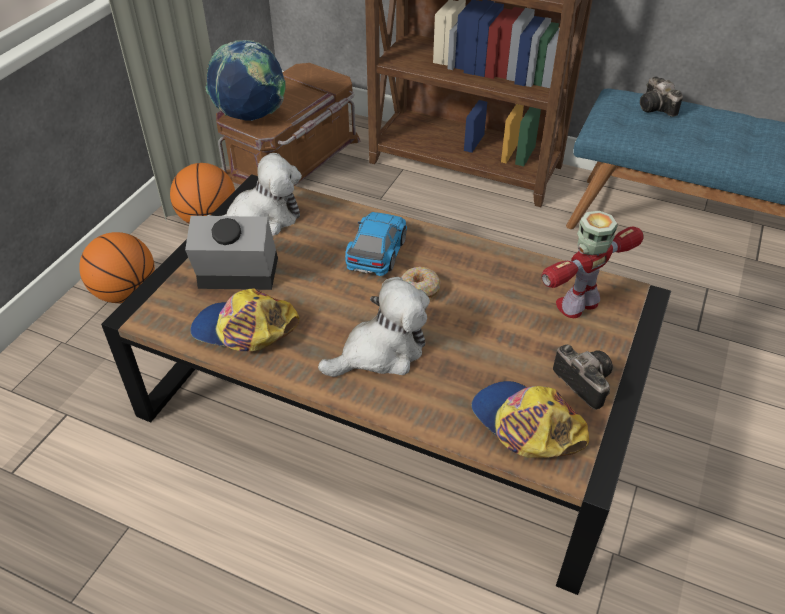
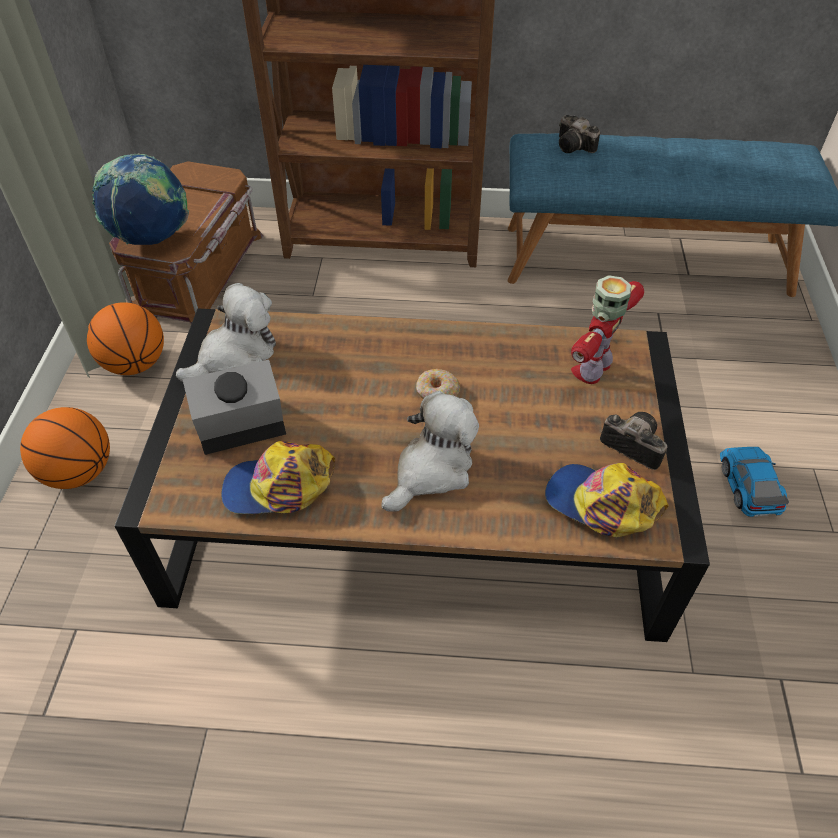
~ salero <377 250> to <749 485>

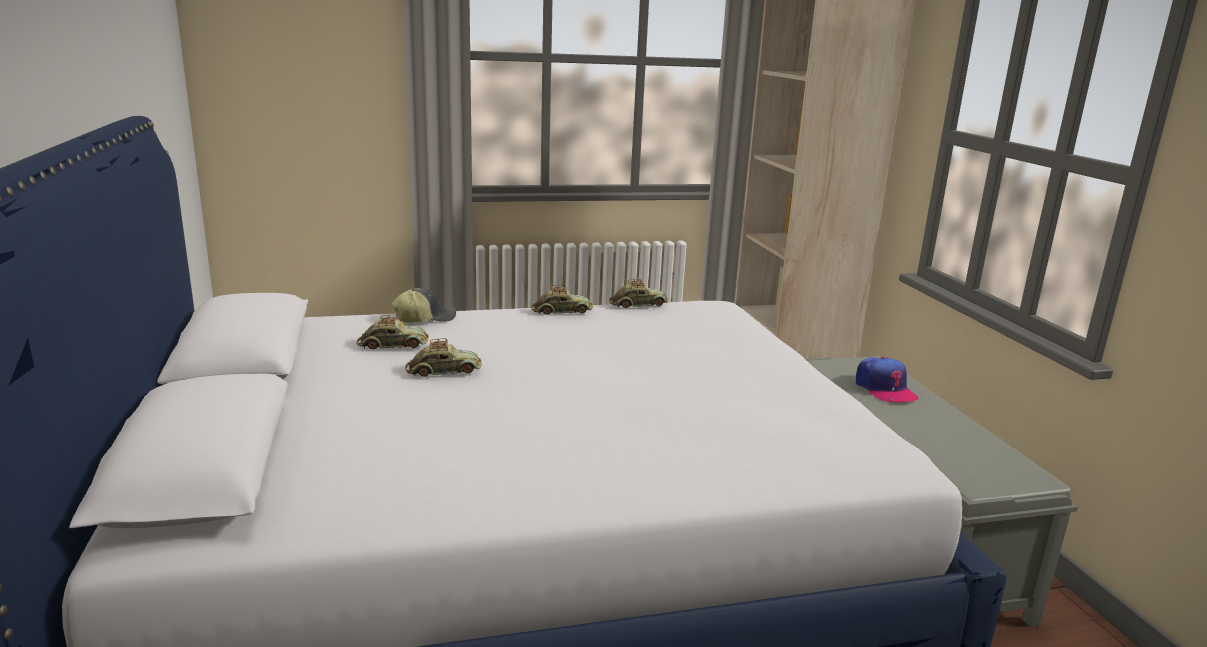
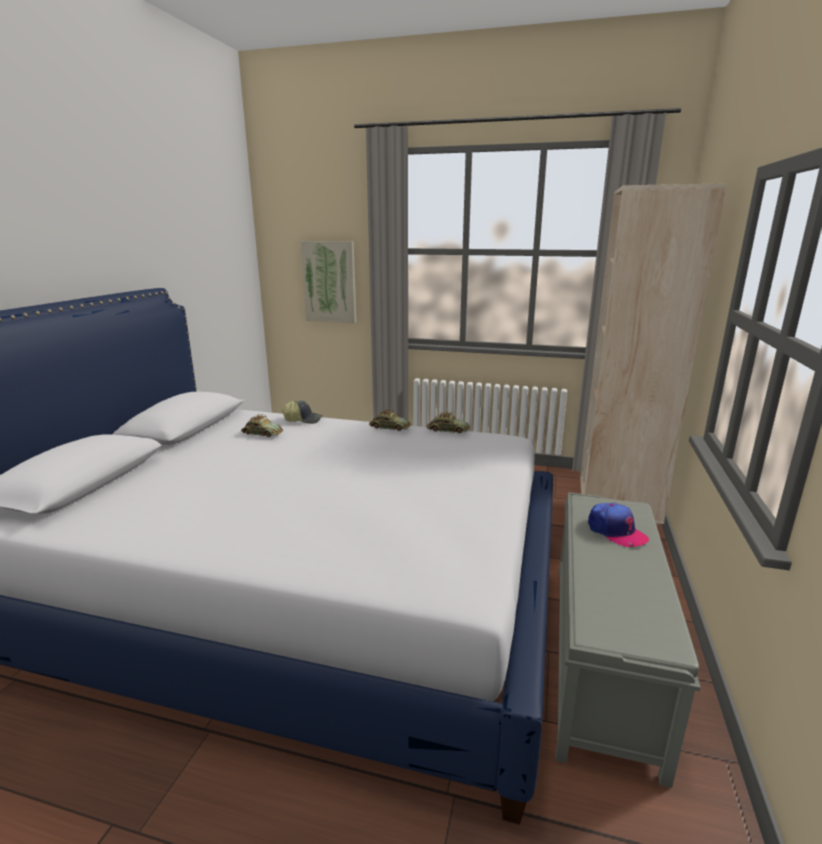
+ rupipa <329 282>
~ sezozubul <884 389> = <616 531> 45 degrees counterclockwise
- salero <444 371>

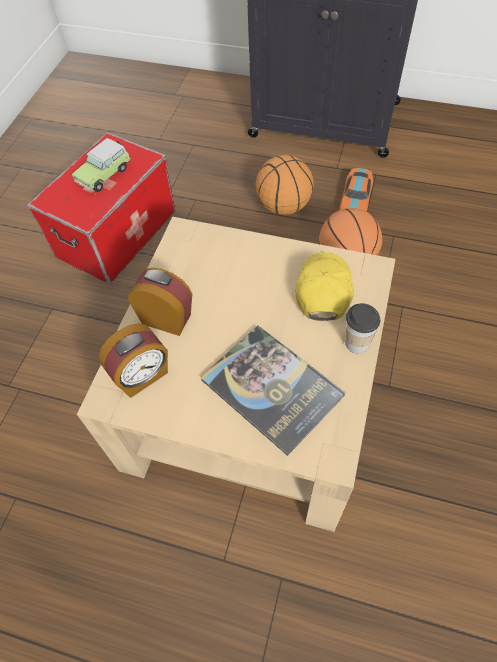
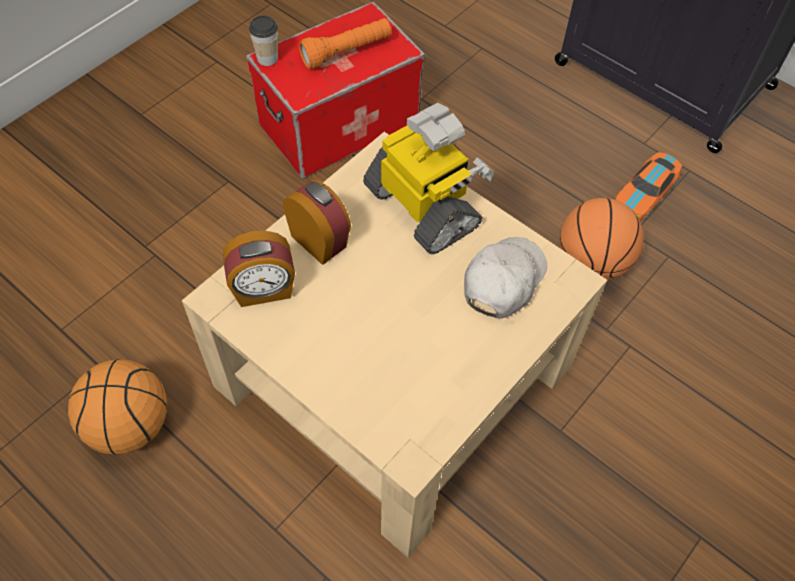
~ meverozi <283 206> to <129 424>
~ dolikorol <356 343> to <267 58>
~ salero <106 174> to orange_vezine <346 52>
+ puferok <424 207>
~ yellow_sezozubul <323 290> to white_sezozubul <503 281>
- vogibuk <271 388>

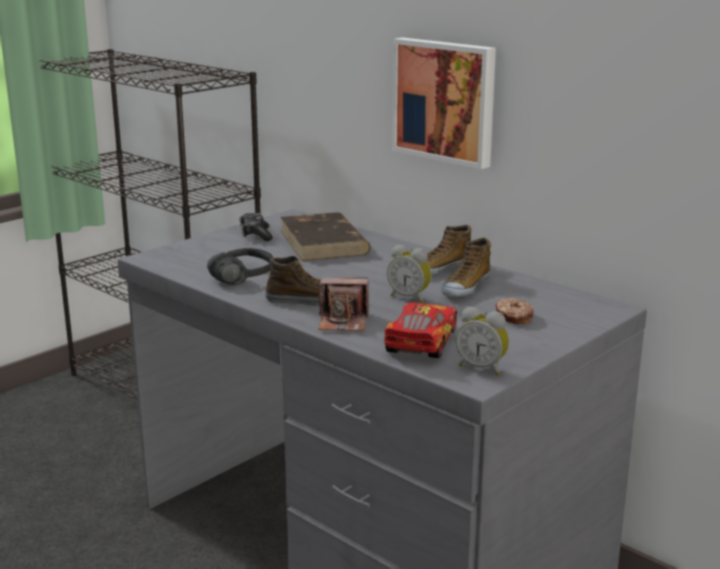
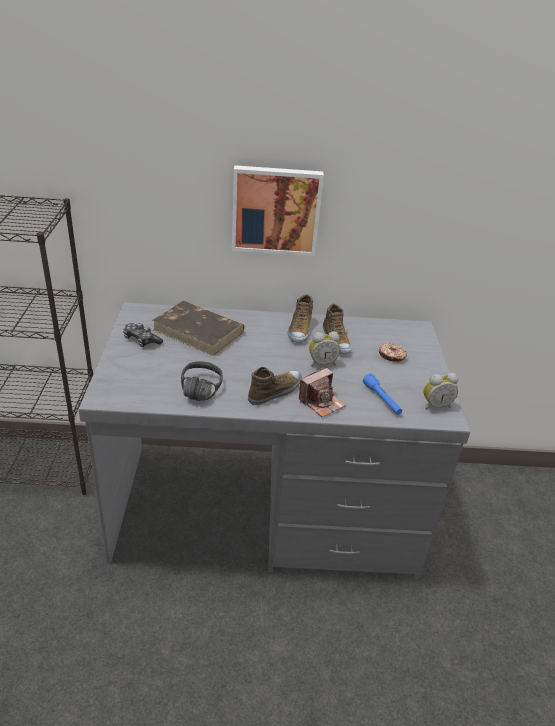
~ salero <420 342> to blue_vezine <382 399>

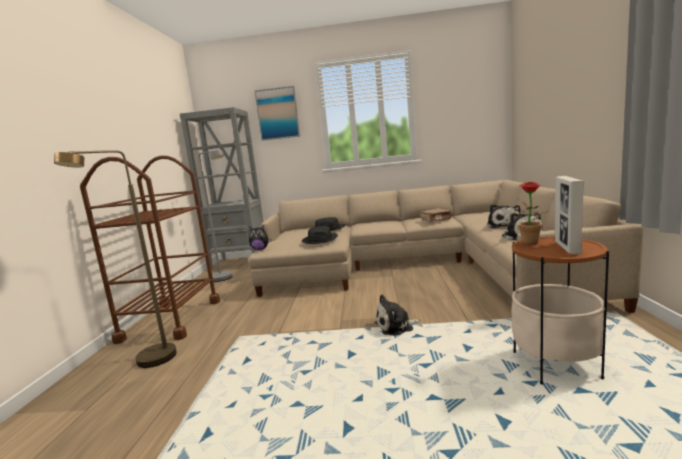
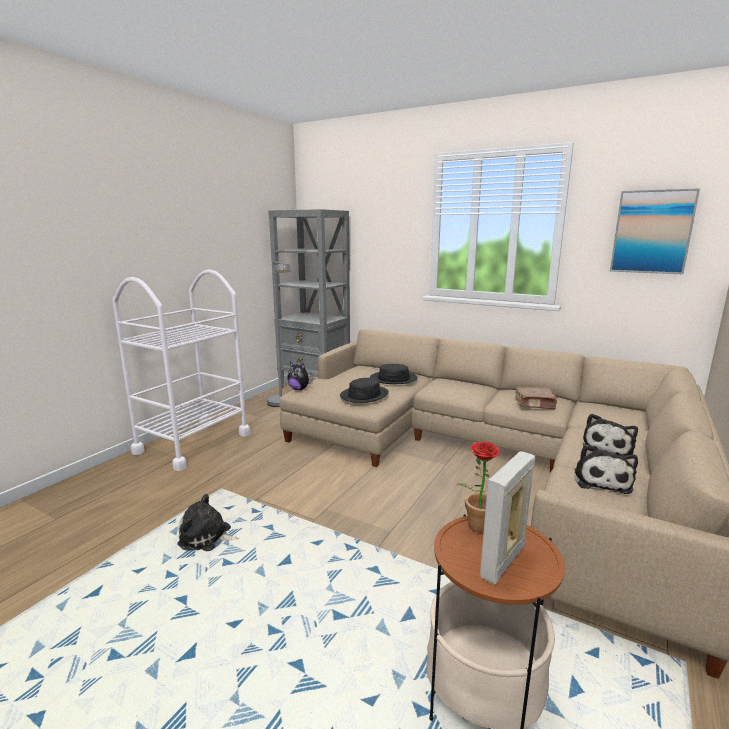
~ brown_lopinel <172 320> to white_lopinel <193 443>
~ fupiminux <396 326> to <208 537>
~ rupipa <277 113> to <652 232>
- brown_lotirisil <149 363>

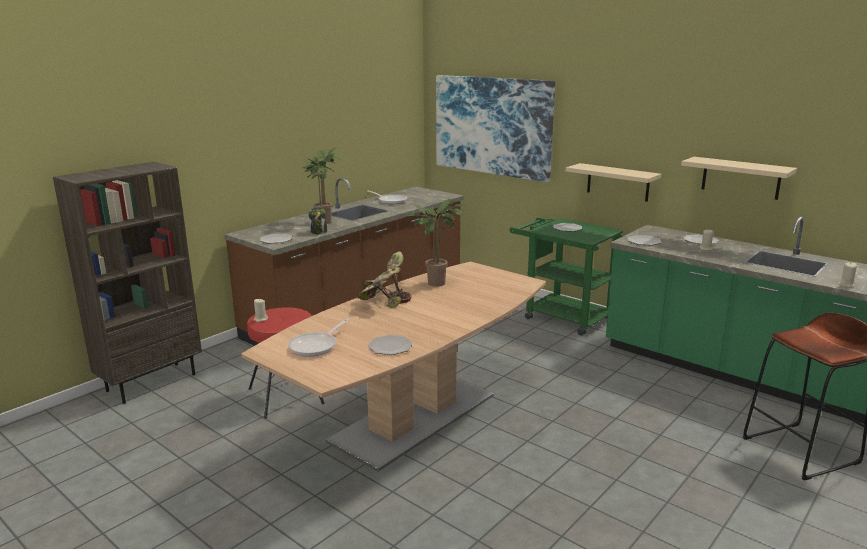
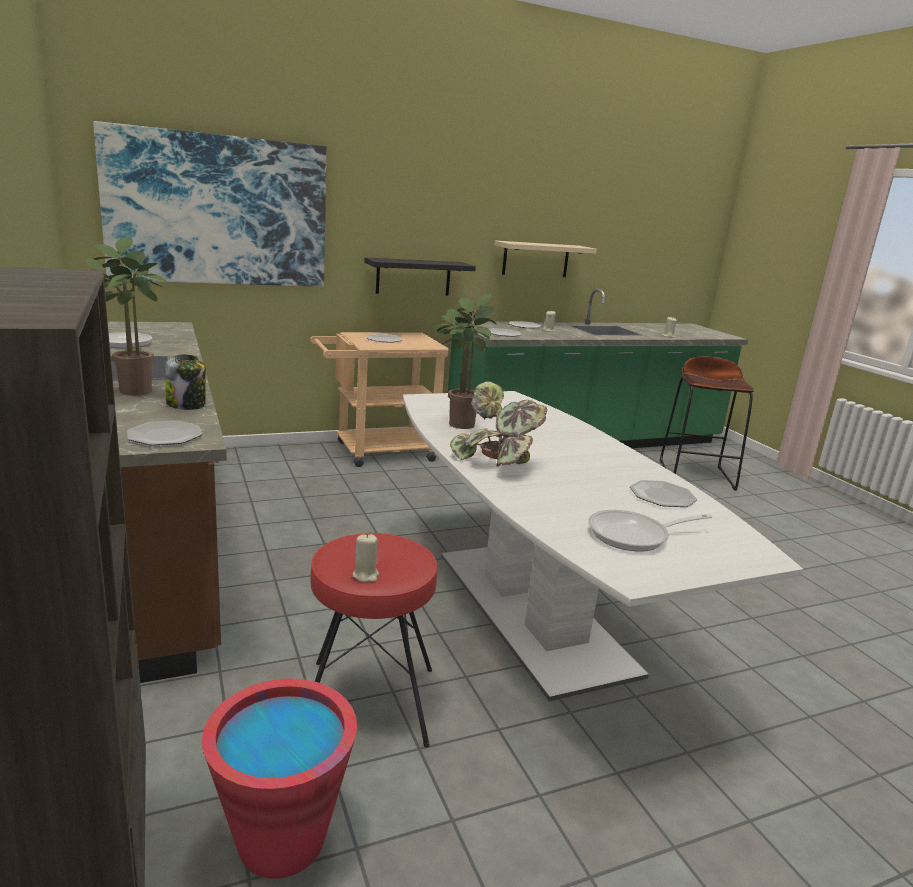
+ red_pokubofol <282 839>
~ green_lopinel <561 316> to beige_lopinel <376 452>
~ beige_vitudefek <618 182> to black_vitudefek <413 277>
~ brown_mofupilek <413 418> to white_mofupilek <531 610>
~ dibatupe <316 346> = <634 536> 105 degrees clockwise

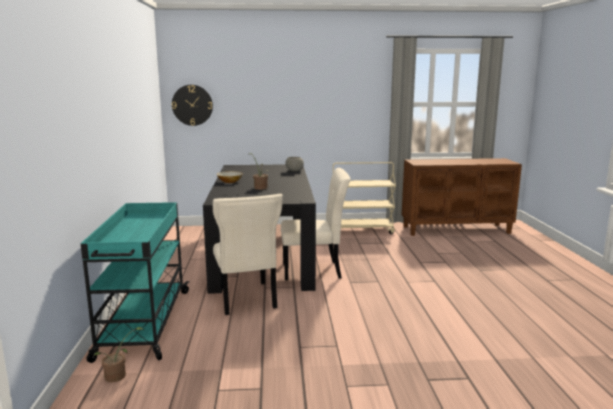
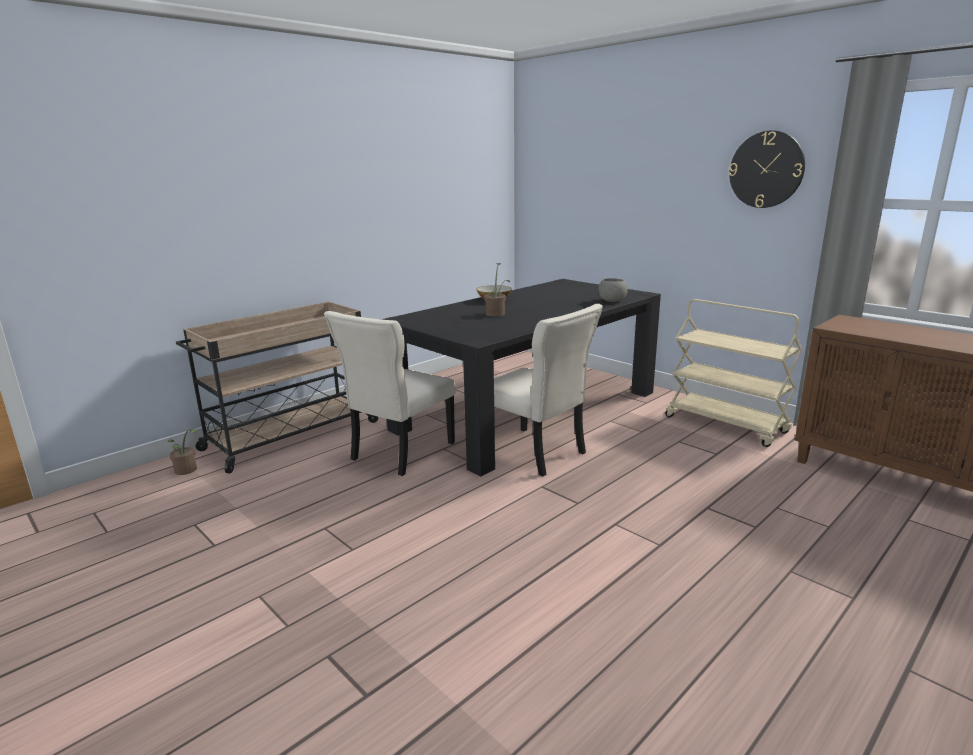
~ turquoise_lopinel <144 324> to beige_lopinel <289 436>
~ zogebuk <192 105> to <766 169>

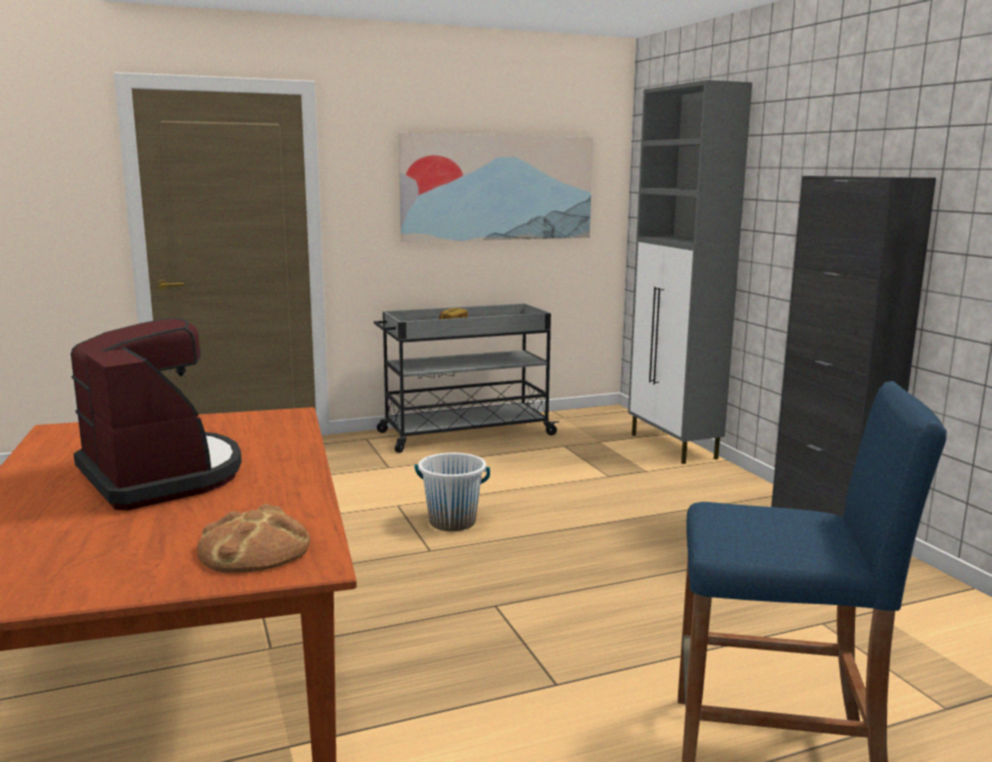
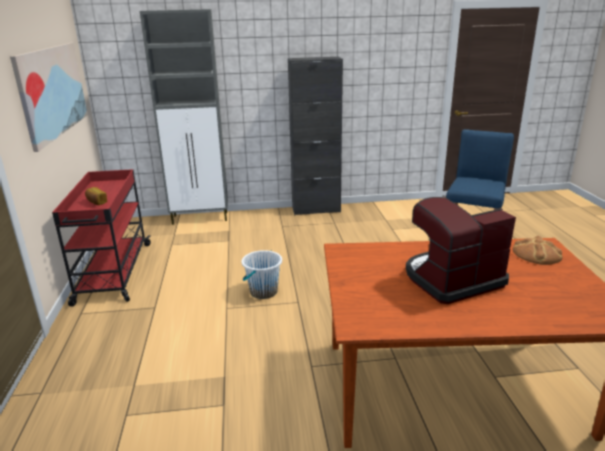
~ grey_lopinel <464 433> to red_lopinel <113 273>

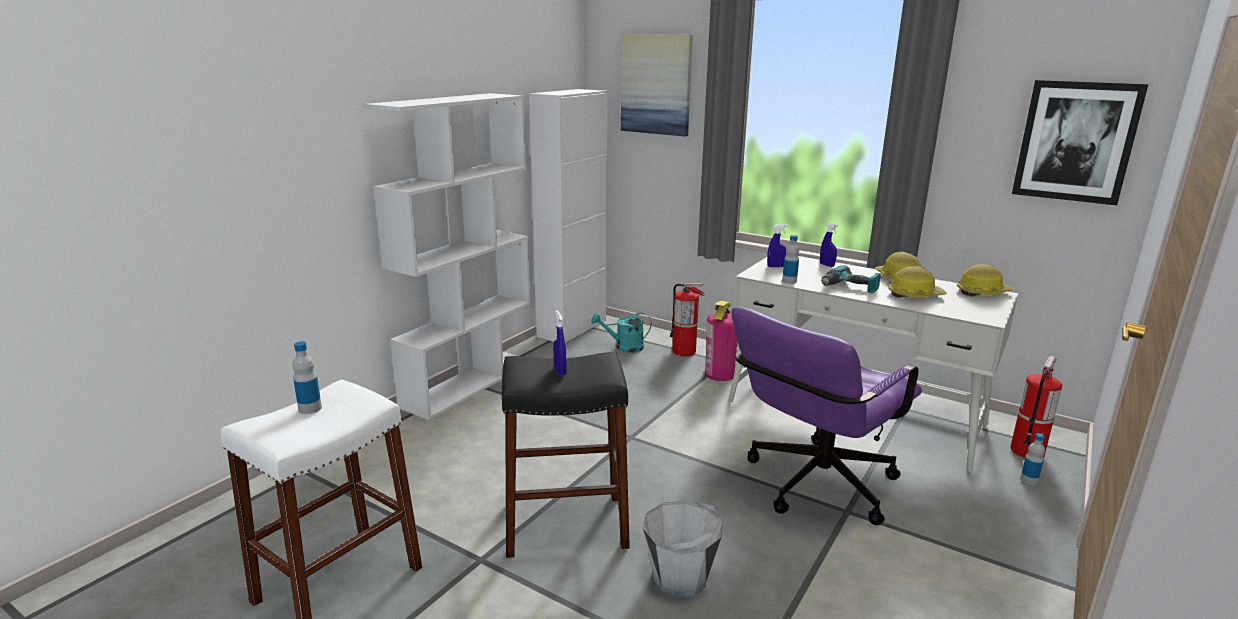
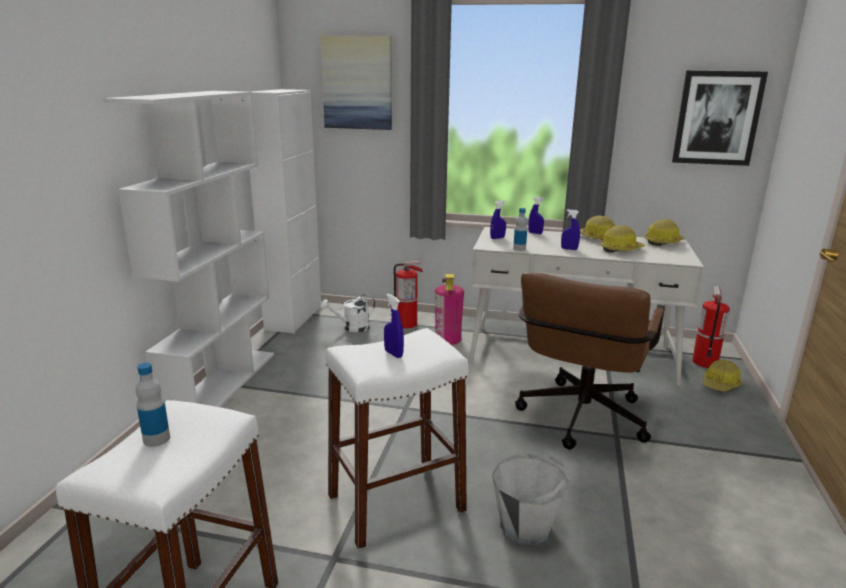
~ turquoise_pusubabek <624 347> to white_pusubabek <352 328>
~ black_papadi <566 525> to white_papadi <396 503>
~ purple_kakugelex <812 487> to brown_kakugelex <579 421>
~ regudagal <849 288> to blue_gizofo <569 249>
~ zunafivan <1029 480> to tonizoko <720 384>

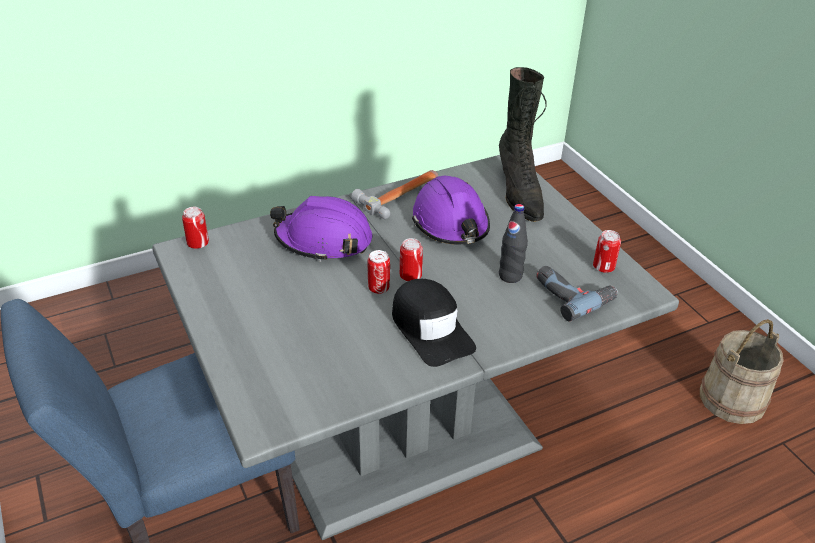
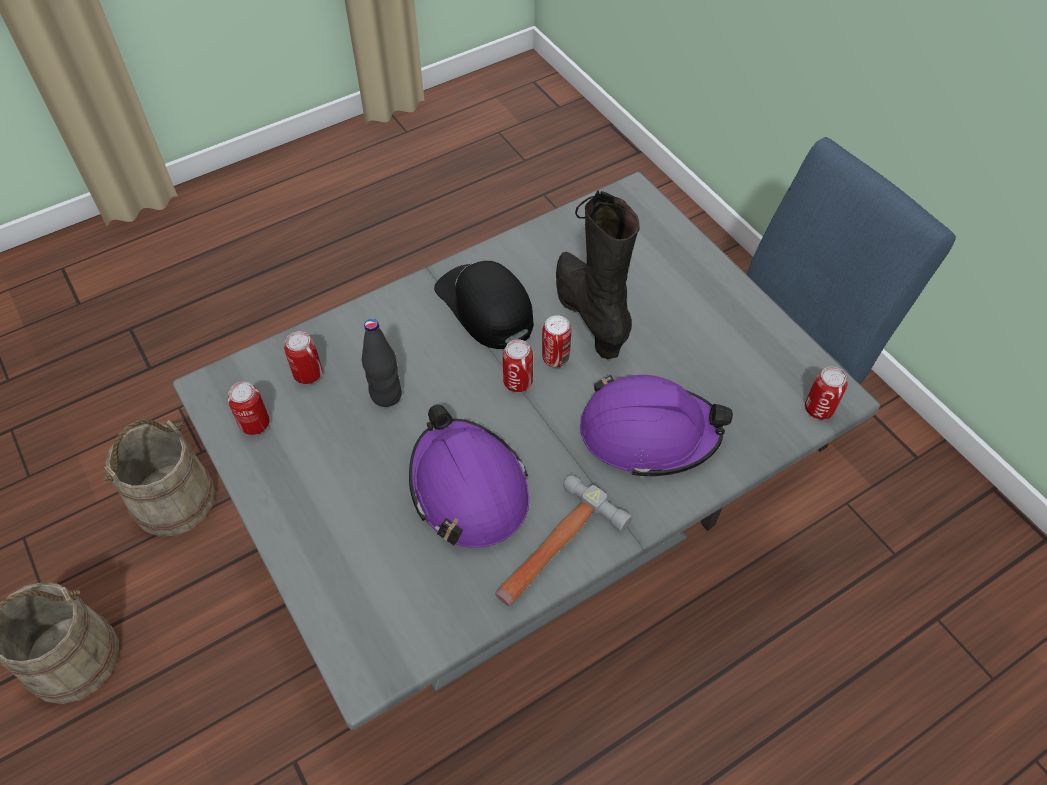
+ beige_pokubofol <174 500>
~ regudagal <573 294> to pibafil <308 374>
~ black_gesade <519 194> to <589 314>

